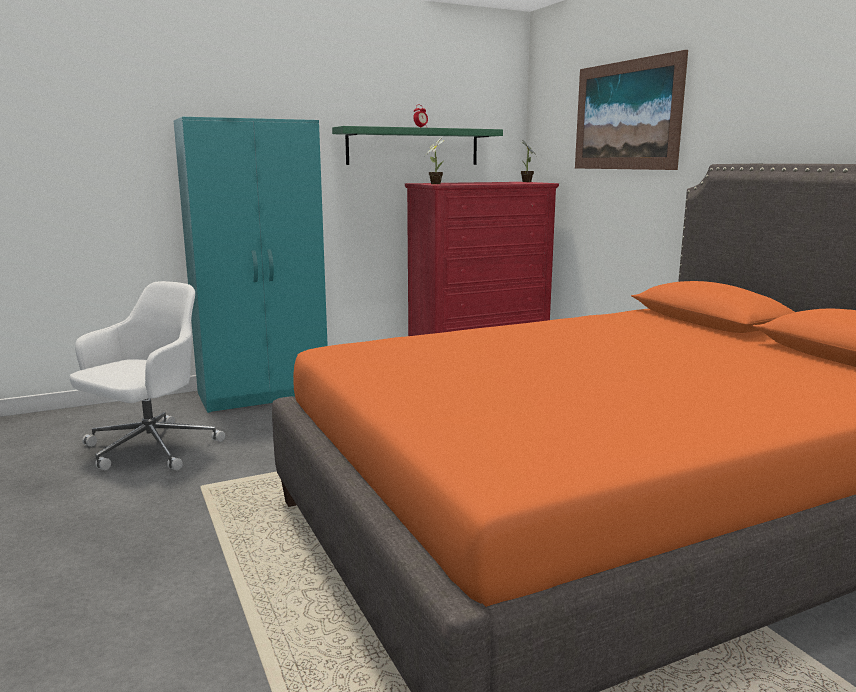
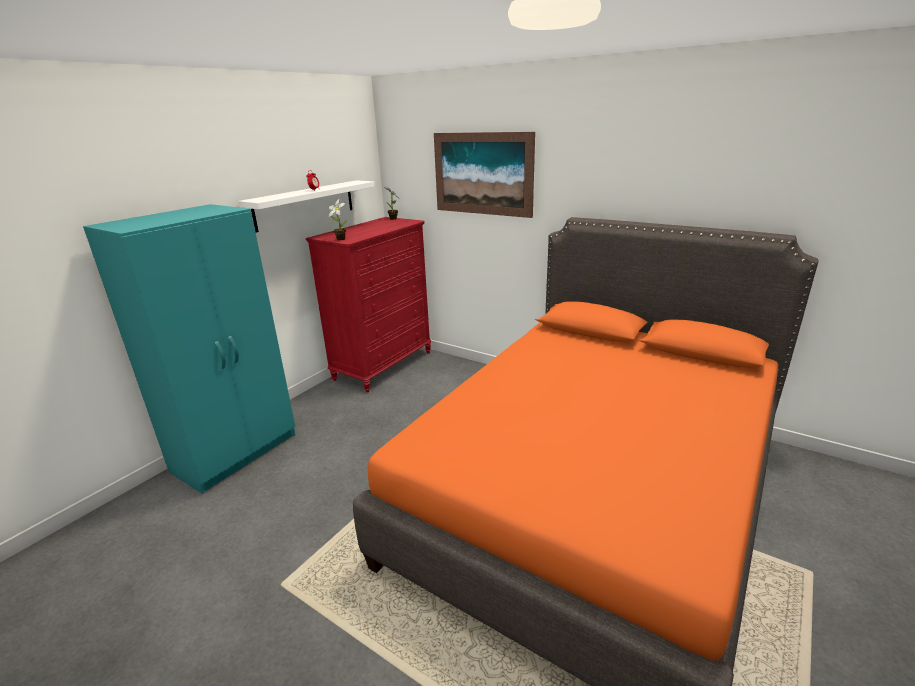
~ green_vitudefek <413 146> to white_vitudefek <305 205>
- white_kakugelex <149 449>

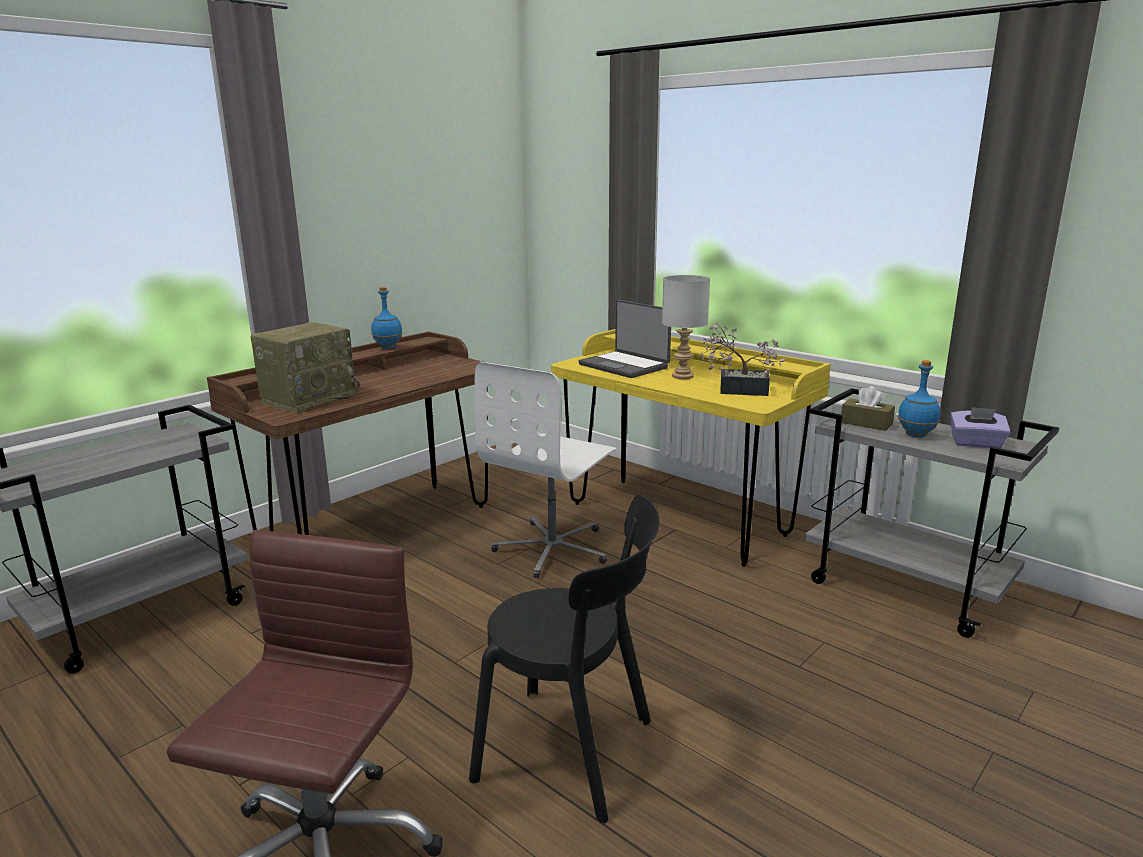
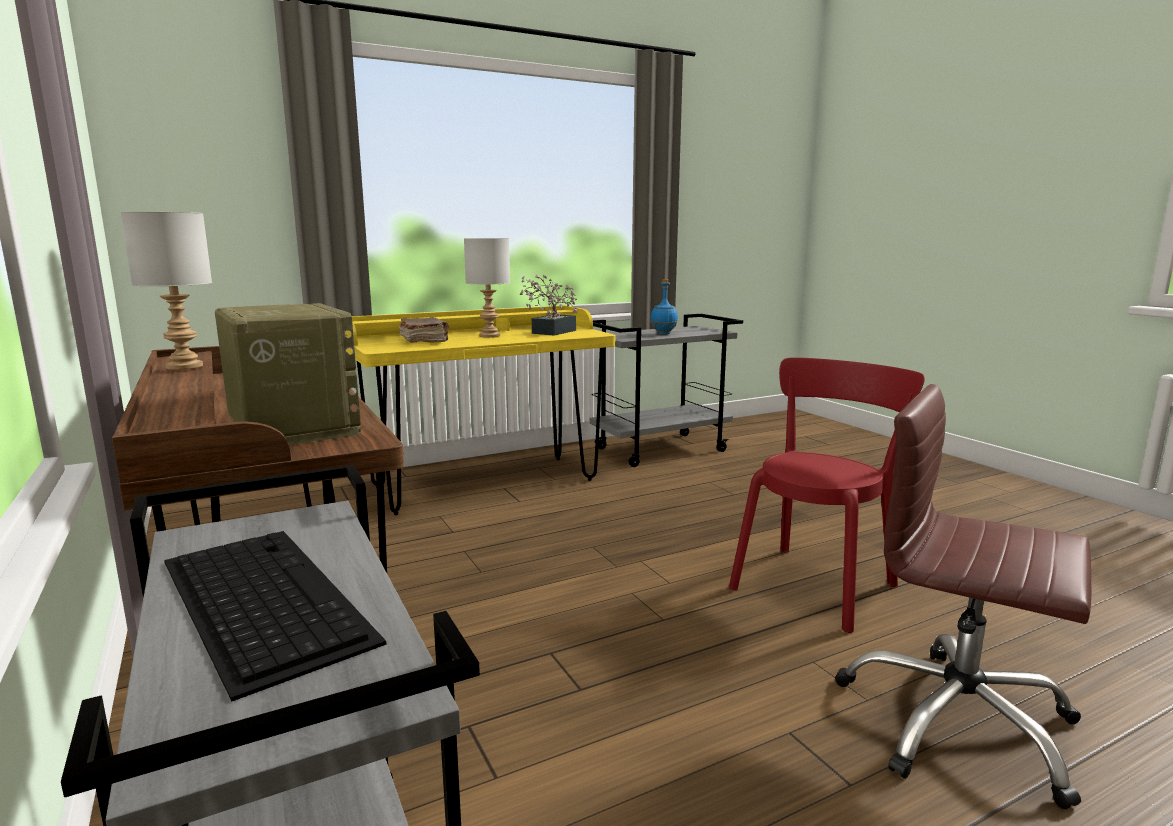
~ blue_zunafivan <387 347> to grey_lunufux <185 367>
+ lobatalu <260 598>
~ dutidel <625 366> to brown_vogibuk <424 341>
~ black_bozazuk <573 752> to red_bozazuk <816 584>
- white_kakugelex <553 548>
- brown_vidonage <866 423>
- purple_vidonage <976 444>

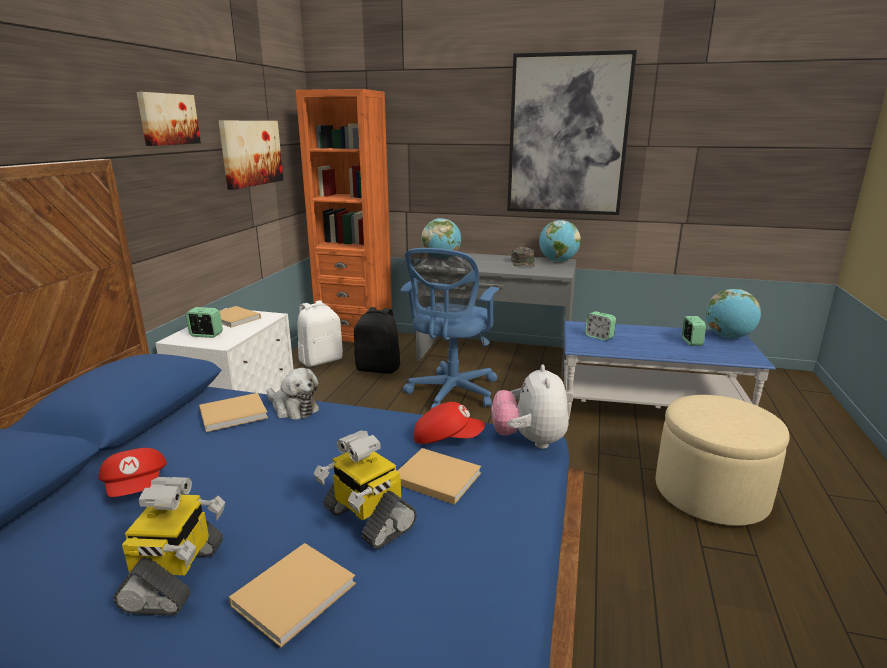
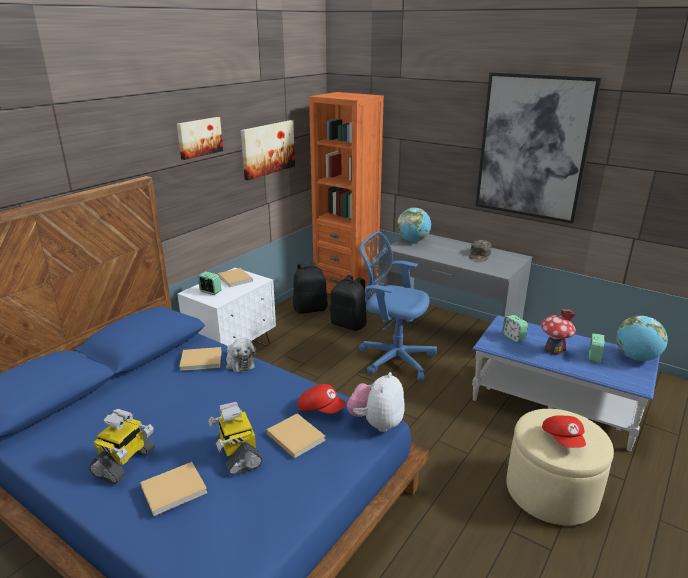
~ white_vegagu <321 360> to black_vegagu <310 309>
~ blue_kakugelex <451 394> = <393 358> 75 degrees clockwise
+ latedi <553 350>
~ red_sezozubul <137 487> to <563 439>
- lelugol <558 261>

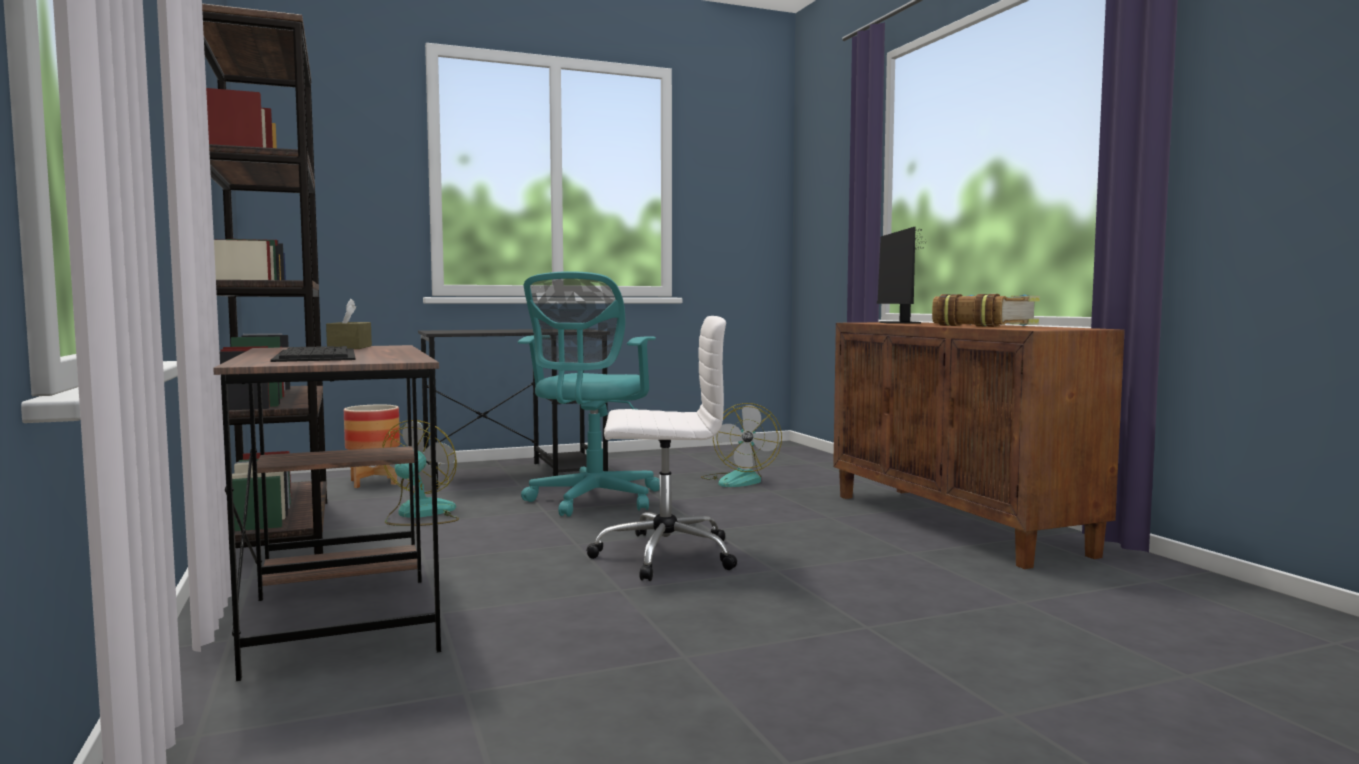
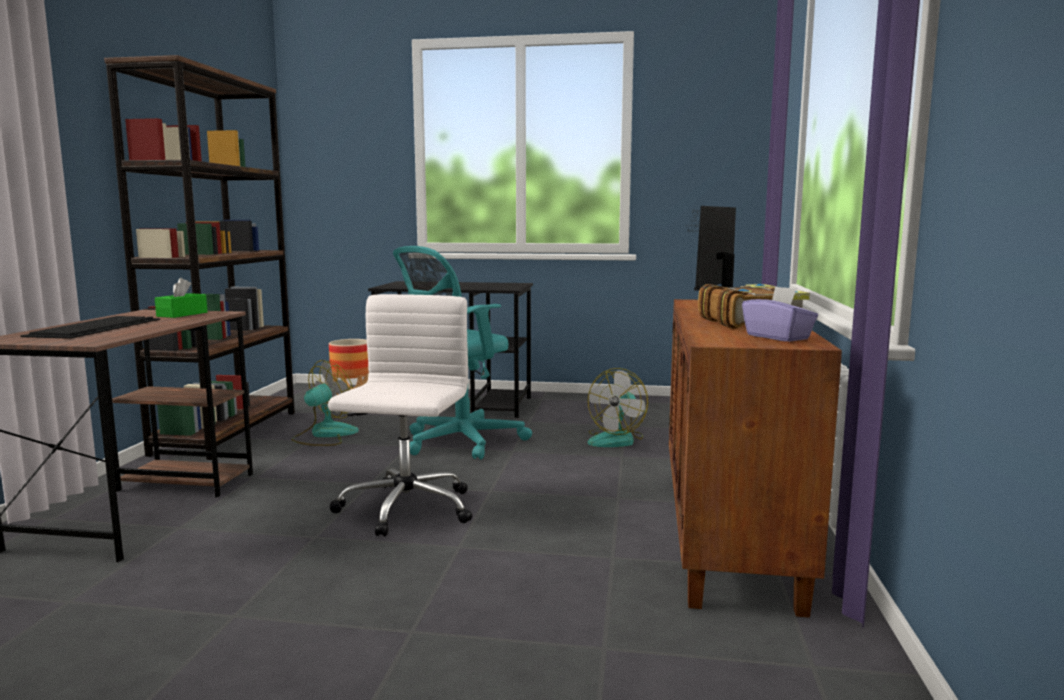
~ brown_vidonage <350 347> to green_vidonage <182 314>
~ white_kakugelex <662 555> = <405 509> 105 degrees counterclockwise
+ purple_vidonage <778 337>

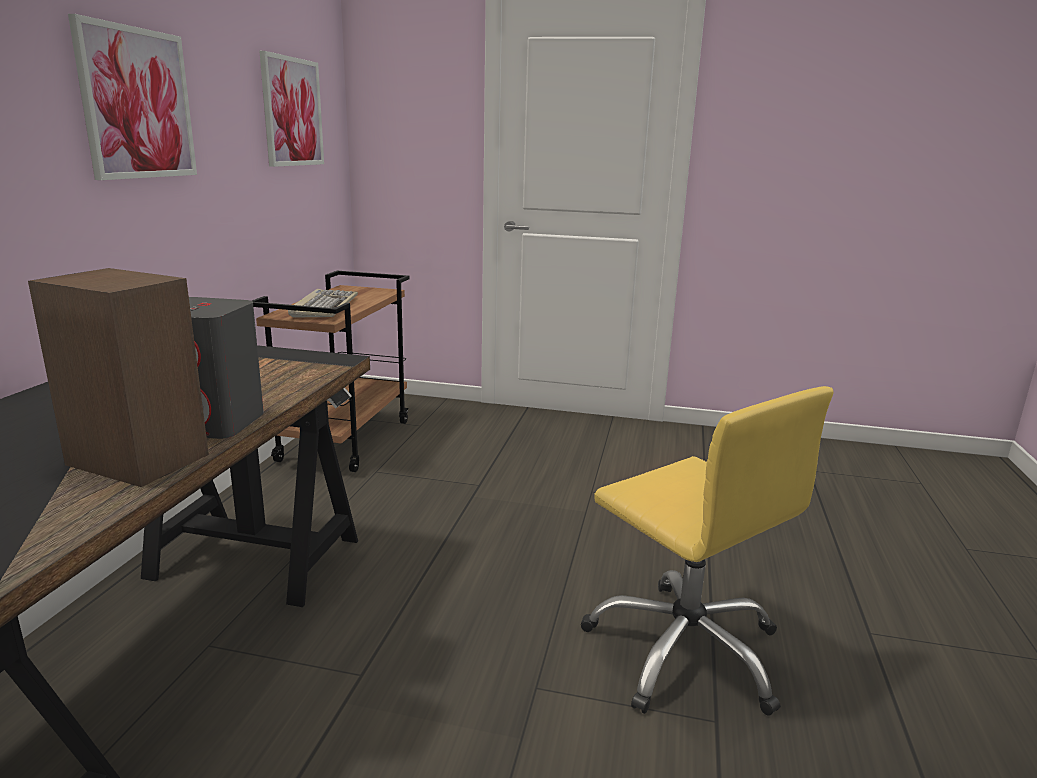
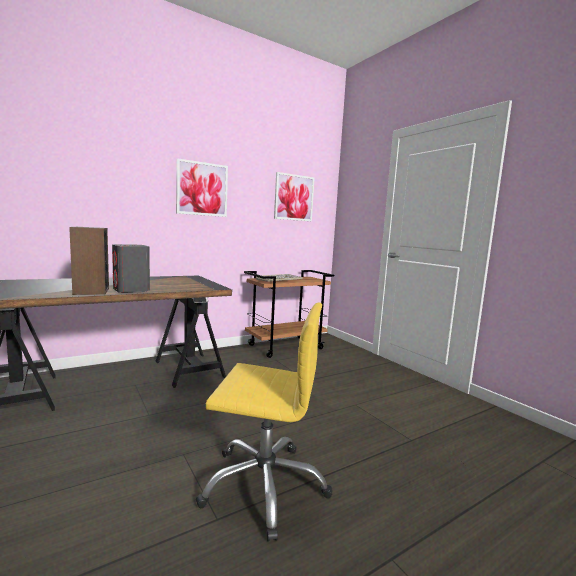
~ yellow_kakugelex <685 649> = <264 485> 90 degrees counterclockwise

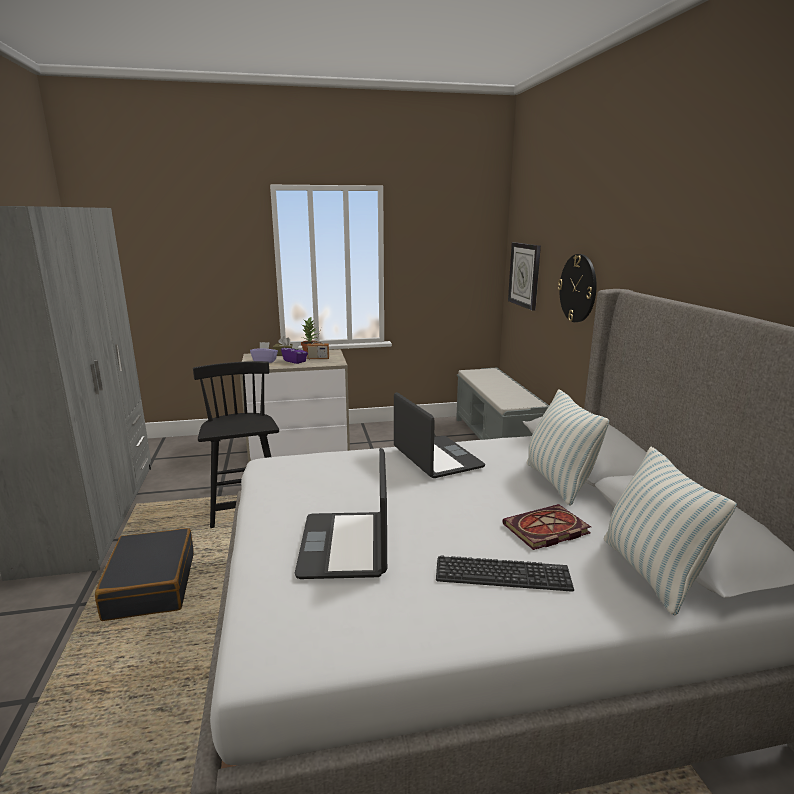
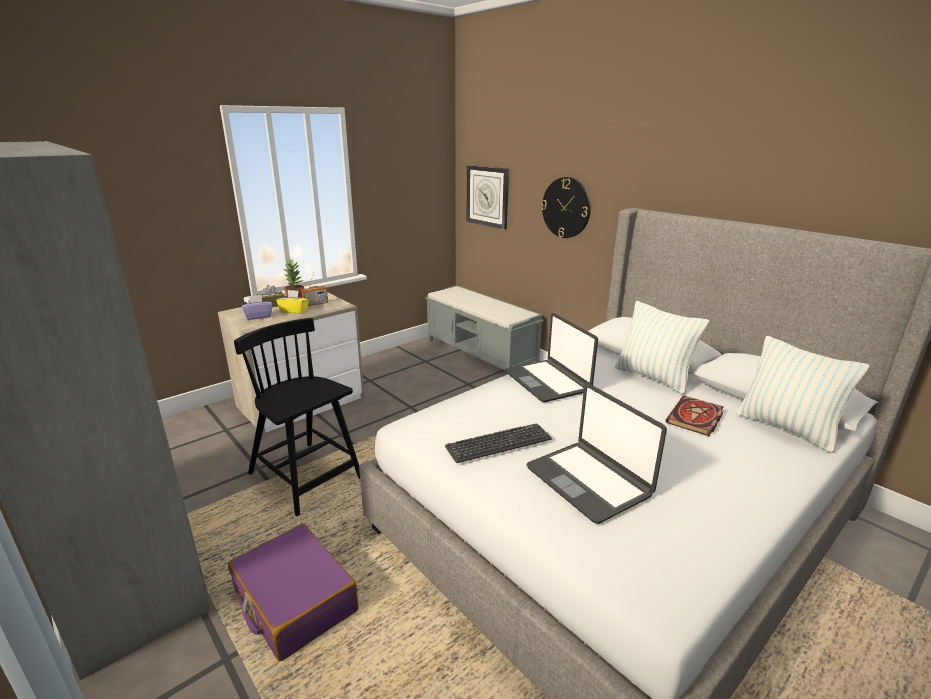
~ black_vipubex <150 585> to purple_vipubex <294 600>
~ purple_vidonage <295 361> to yellow_vidonage <294 311>
~ lobatalu <502 574> to <498 443>
~ dutidel <436 458> = <547 381> 150 degrees counterclockwise

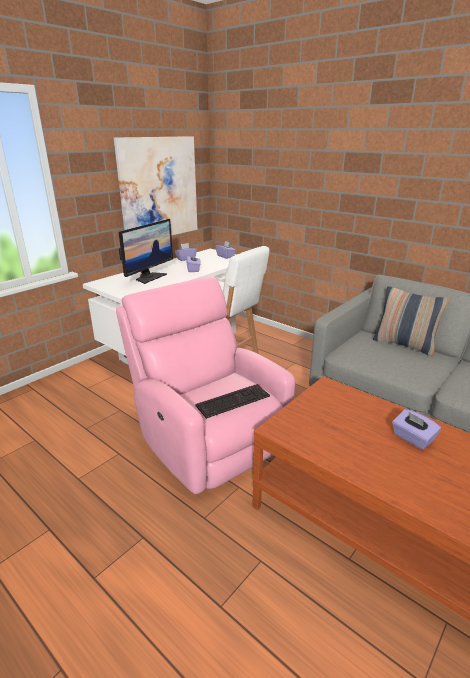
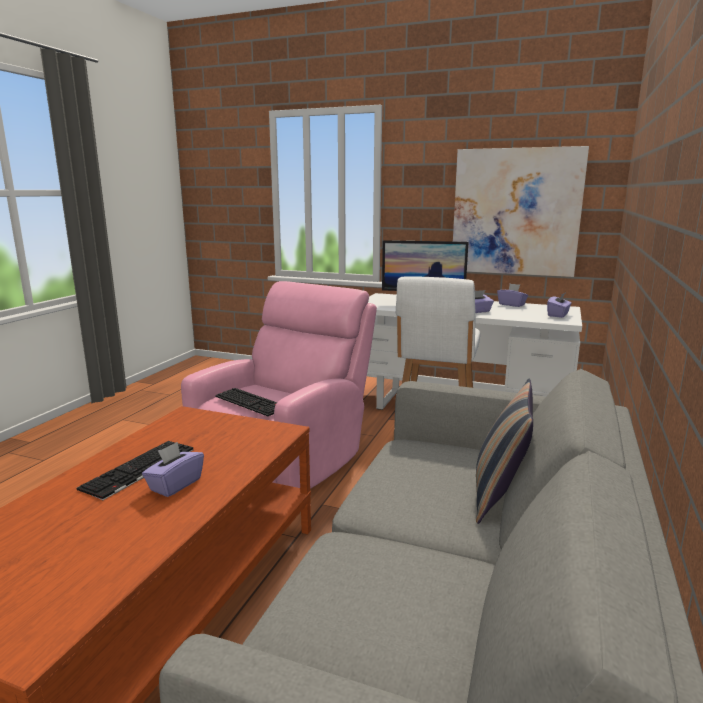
+ lobatalu <139 469>

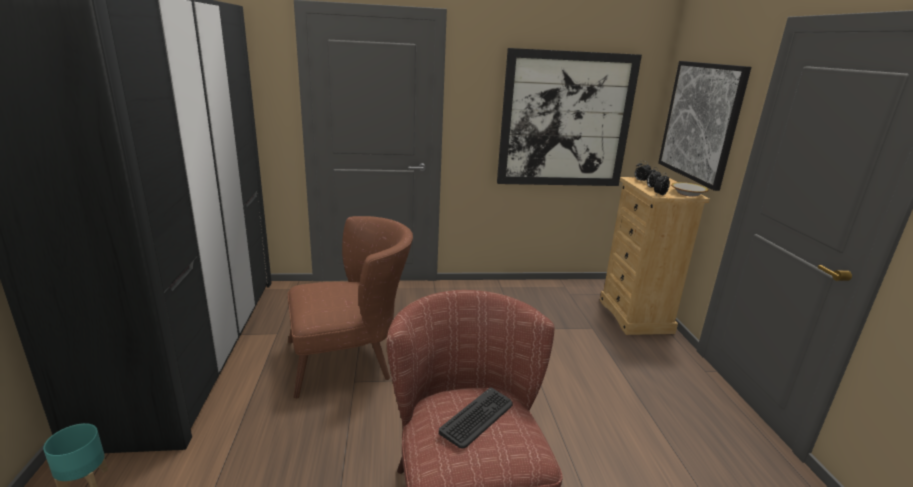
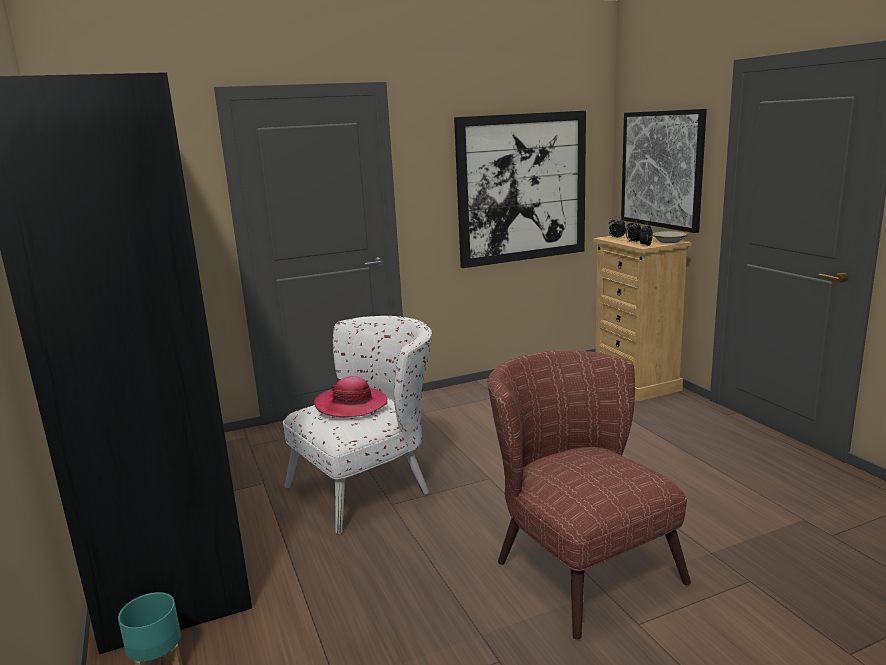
~ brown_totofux <351 359> to white_totofux <371 485>
+ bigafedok <351 405>
- lobatalu <477 418>

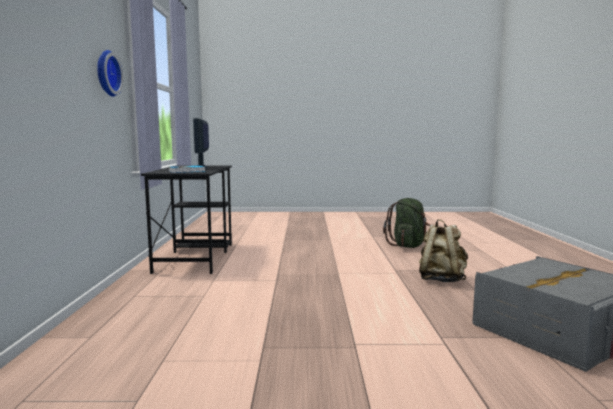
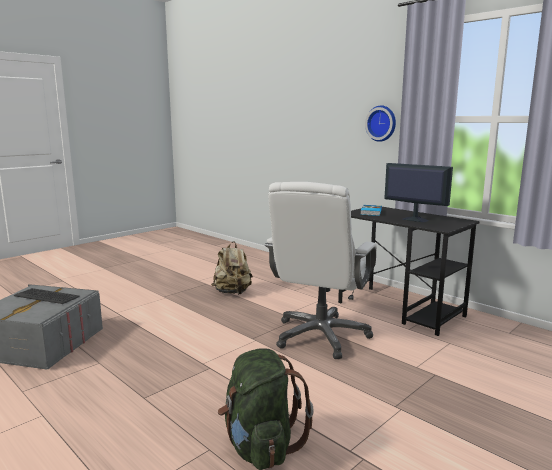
+ lobatalu <47 296>
~ beige_vegagu <441 279> to <233 293>
+ white_kakugelex <321 336>

